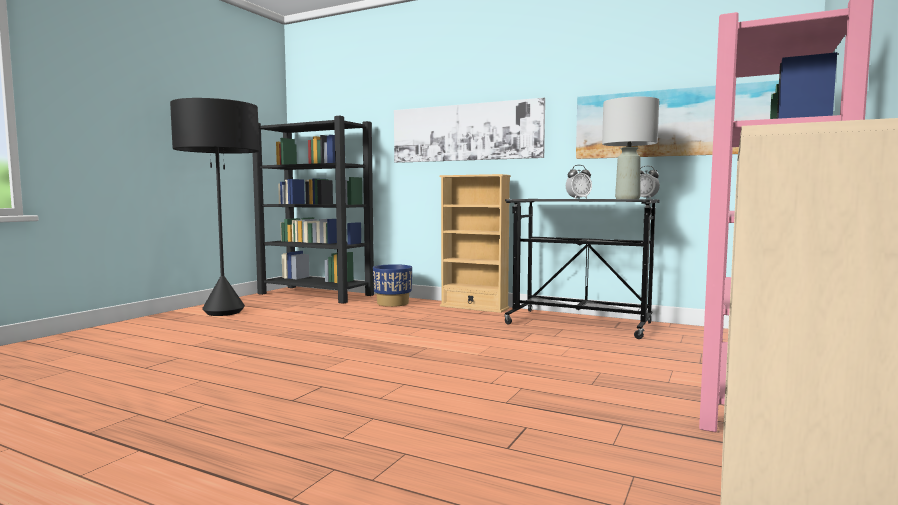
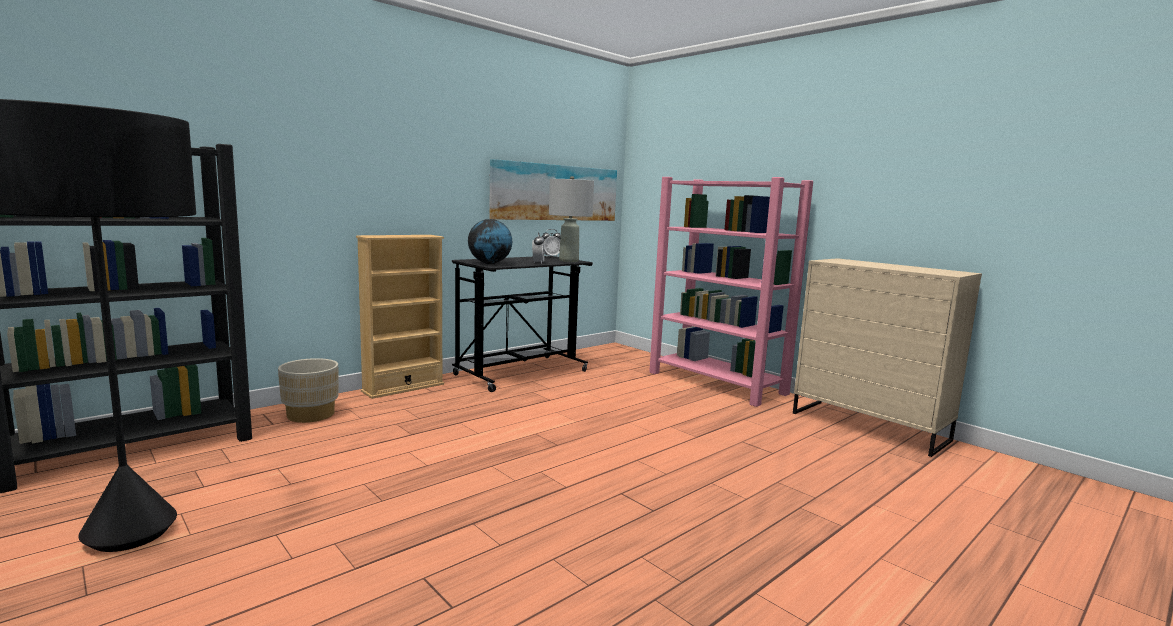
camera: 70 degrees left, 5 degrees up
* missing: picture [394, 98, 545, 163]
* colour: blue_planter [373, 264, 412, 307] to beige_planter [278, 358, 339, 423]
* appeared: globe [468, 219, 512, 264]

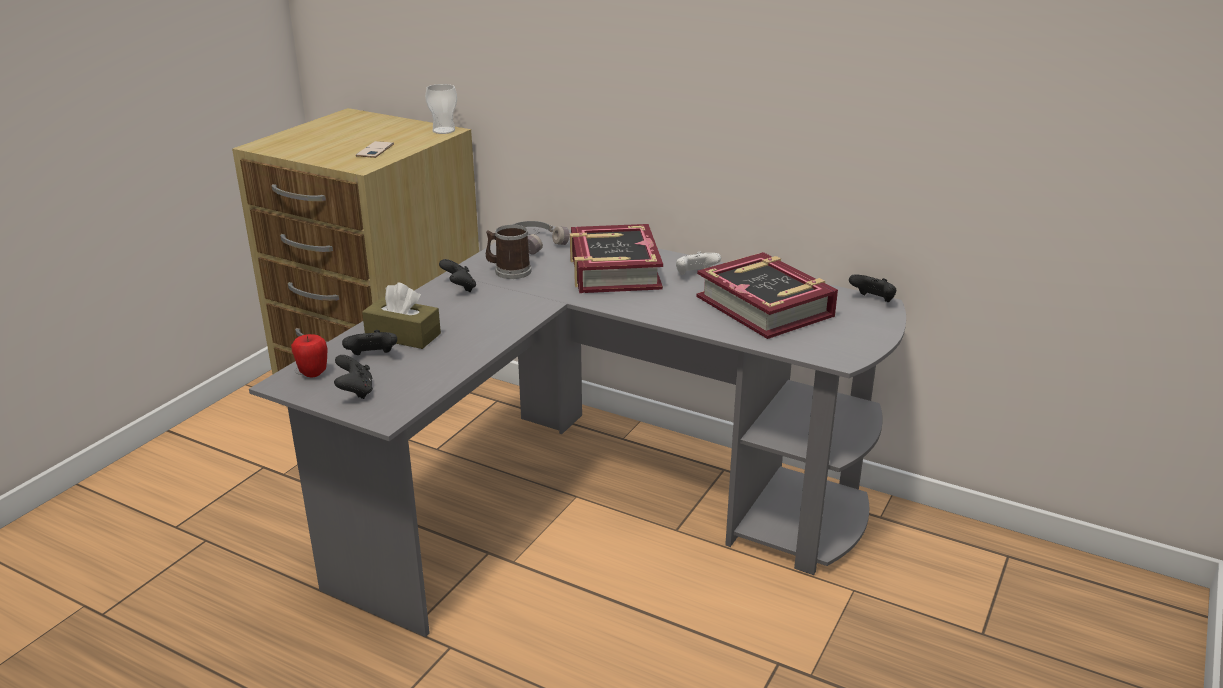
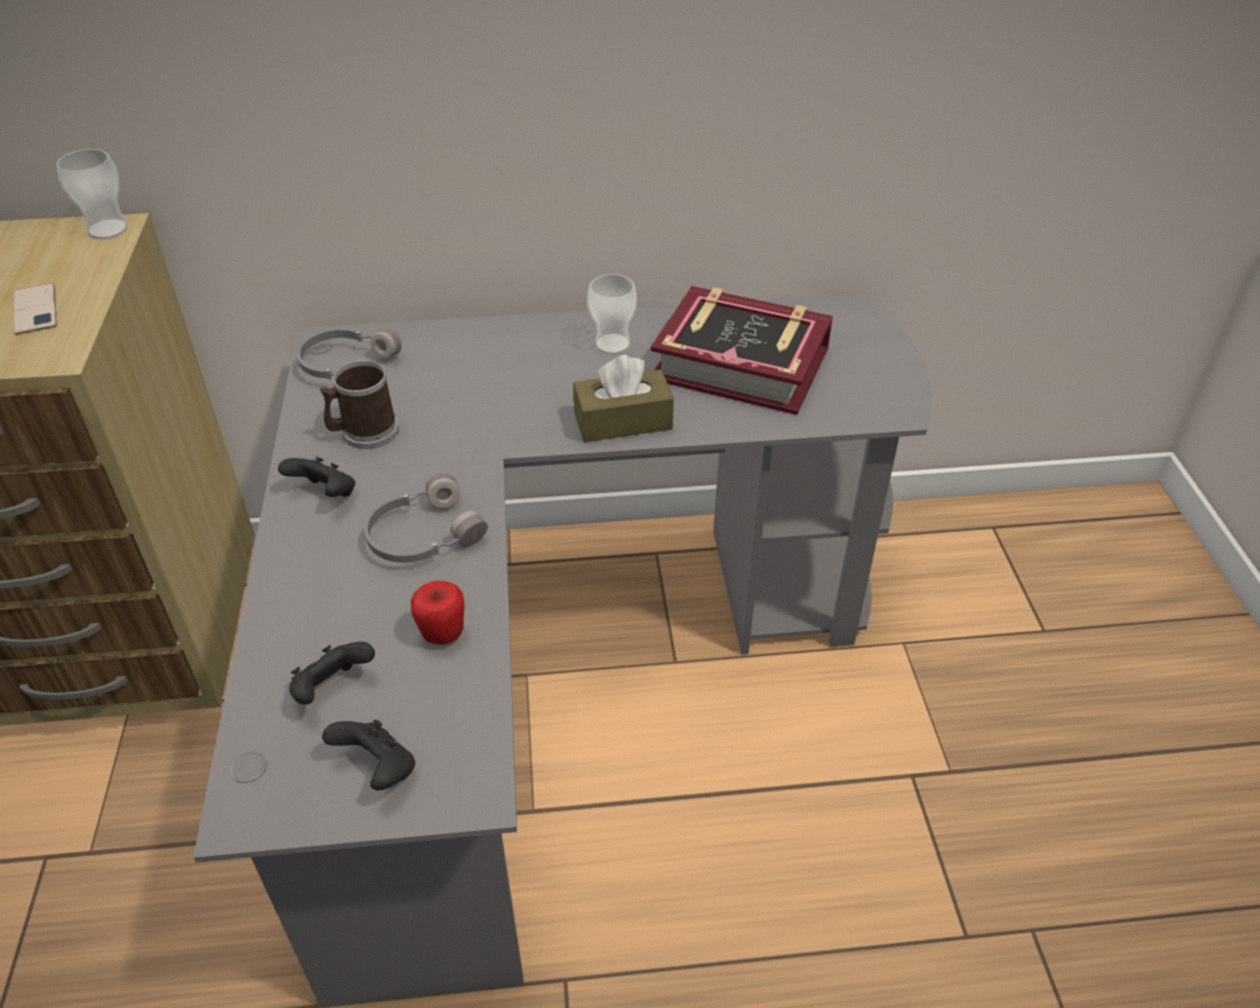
camera: 35 degrees left, 15 degrees up
* missing: book [570, 224, 663, 293]
* exchanged: white_game_controller [676, 252, 721, 275] to cup [587, 274, 637, 355]
* missing: black_game_controller [849, 274, 896, 302]
* relocated: brown_tissue_box [362, 282, 441, 349] to [573, 355, 674, 442]
* relocated: apple [291, 334, 327, 378] to [411, 581, 465, 645]
* appeared: grey_headphones [365, 473, 488, 563]

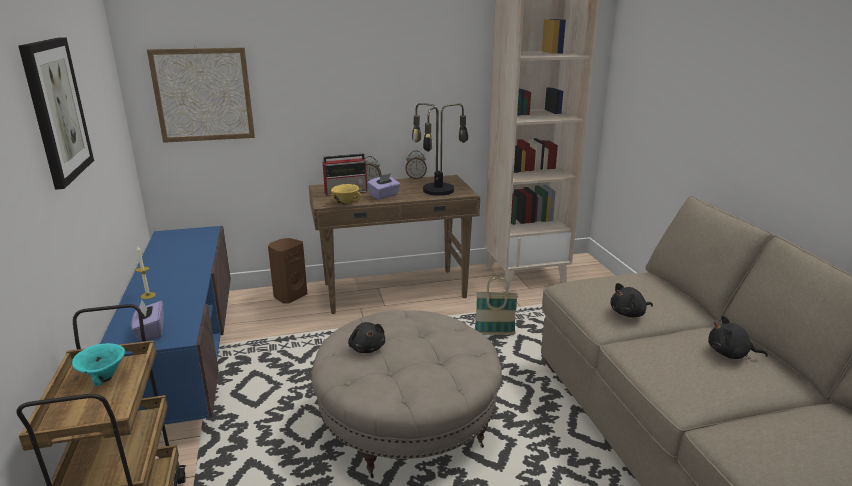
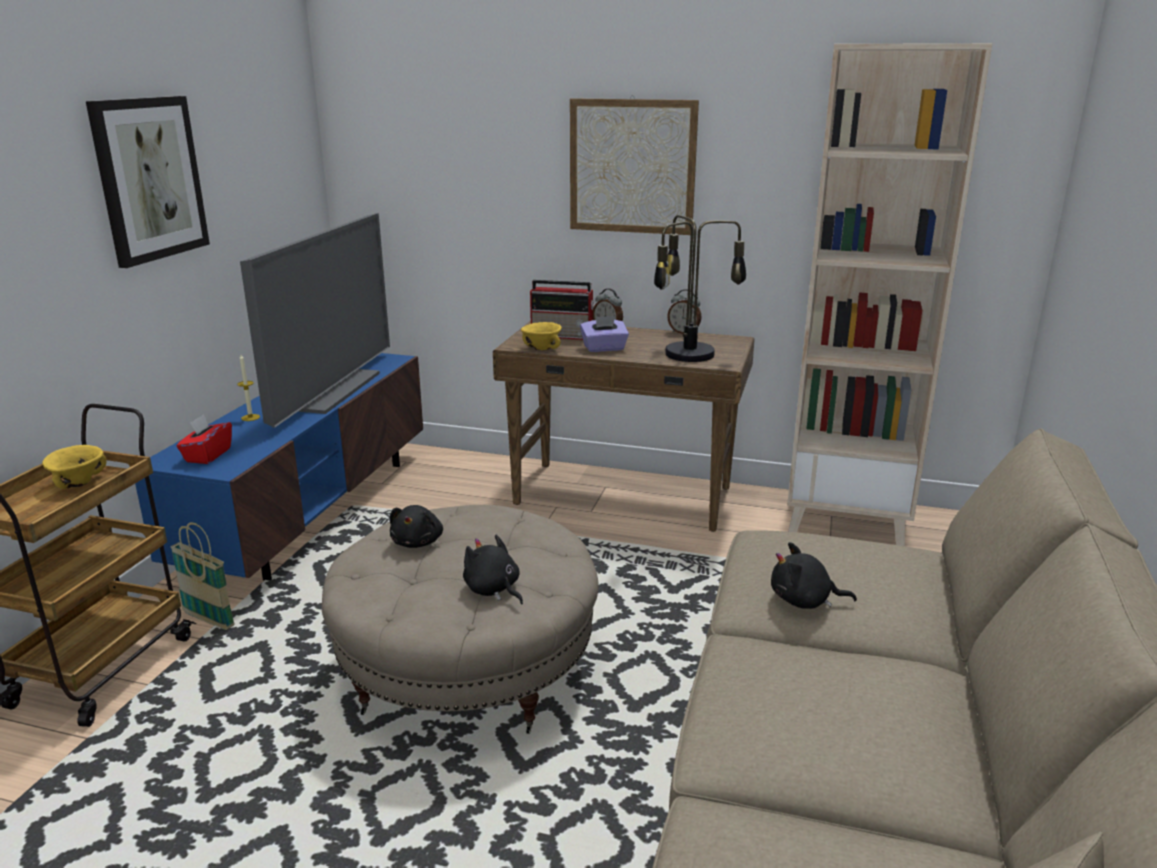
camera: 30 degrees right, 0 degrees up
* relocated: picture [147, 46, 255, 143] to [570, 96, 699, 235]
* missing: brown_speaker [268, 238, 307, 304]
* relocated: basket [475, 276, 518, 335] to [170, 522, 235, 630]
* colour: purple_tissue_box [131, 300, 164, 341] to red_tissue_box [176, 414, 232, 464]
* relocated: black_plush_toy [708, 315, 768, 359] to [463, 535, 523, 605]
* colour: turquoise_bowl [72, 343, 125, 386] to yellow_bowl [42, 445, 107, 489]
* appeared: television [240, 213, 390, 428]

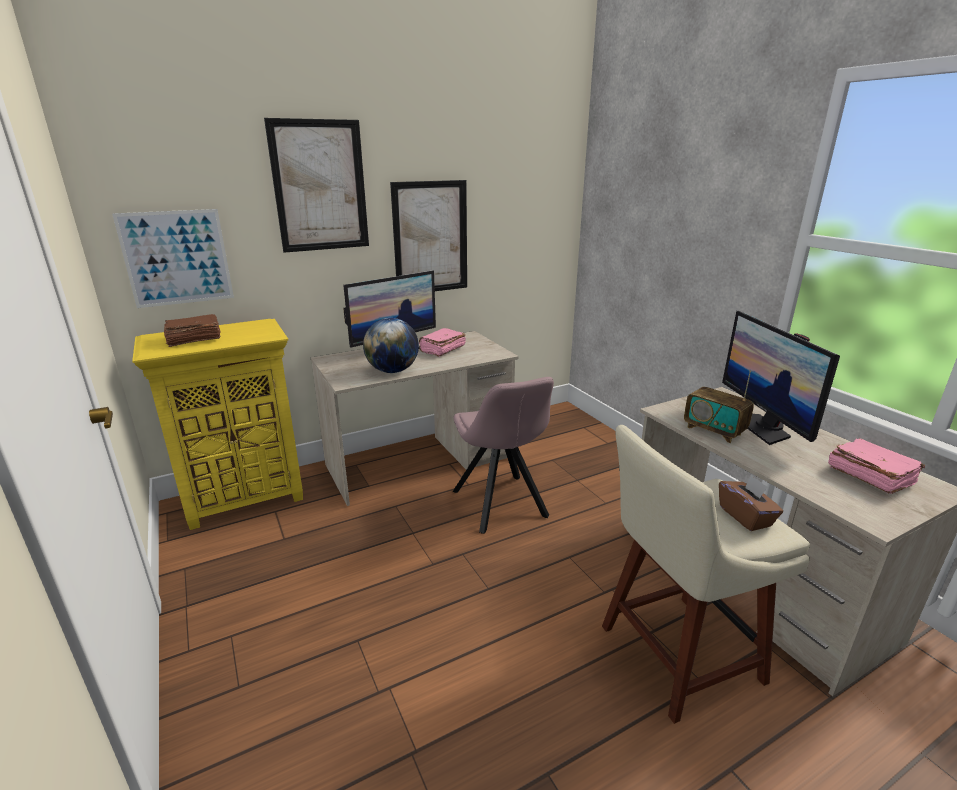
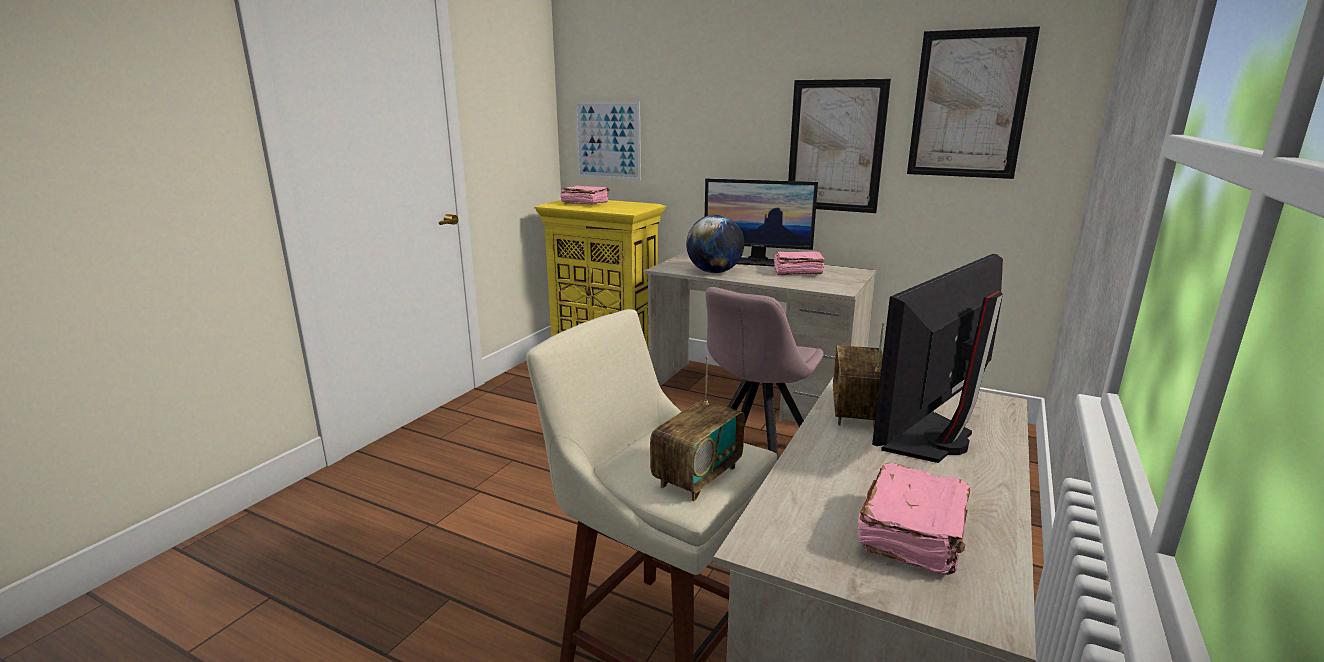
camera: 55 degrees right, 5 degrees down
* relocated: picture [264, 118, 369, 253] to [907, 26, 1040, 179]
* colour: brown_book [164, 314, 220, 347] to pink_book [560, 185, 610, 205]
* exchanged: brown_tissue_box [719, 474, 783, 531] to radio [650, 356, 745, 501]

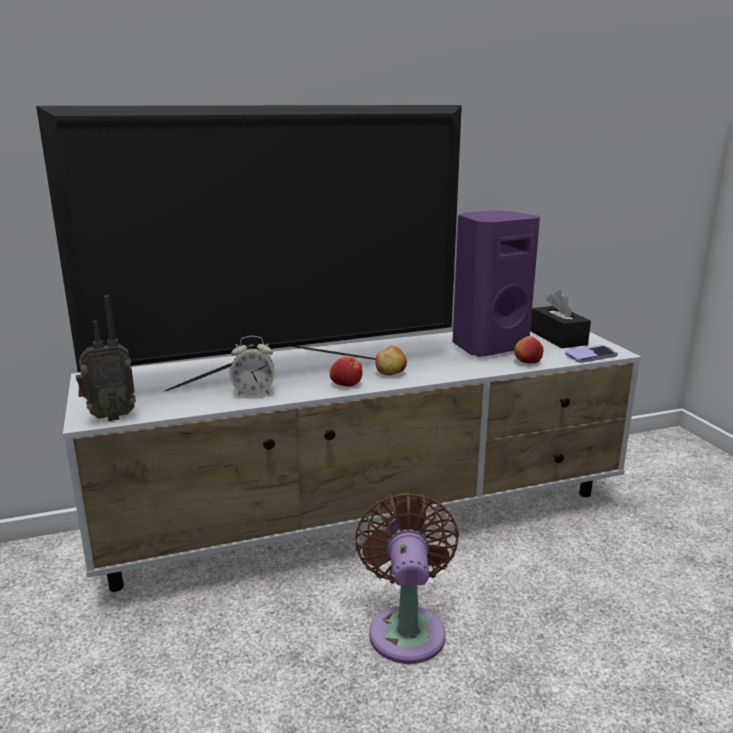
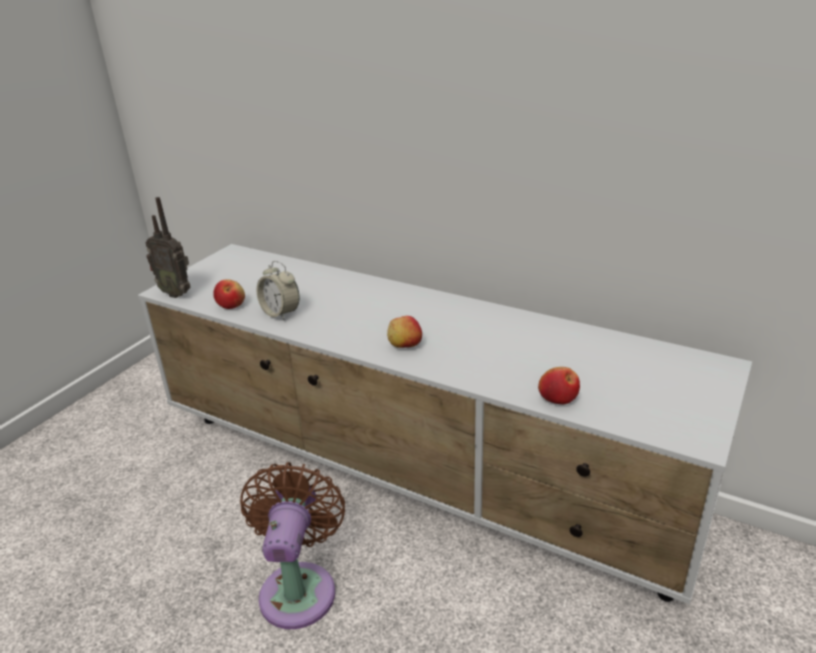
camera: 50 degrees right, 10 degrees up
* missing: television [36, 105, 462, 392]
* missing: purple_speaker [452, 210, 540, 357]
* missing: black_tissue_box [530, 290, 591, 348]
* missing: phone [565, 345, 618, 363]
* relocated: apple [330, 356, 362, 387] to [213, 279, 245, 309]
* spun: brown_fan [355, 492, 459, 664] = [240, 462, 345, 629] 45 degrees counterclockwise

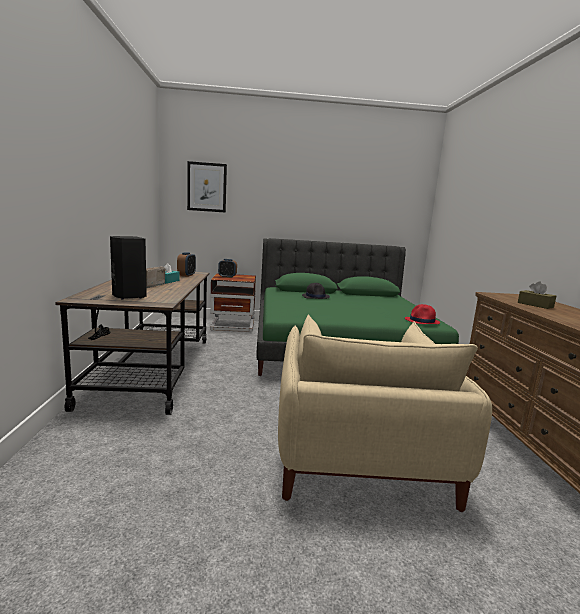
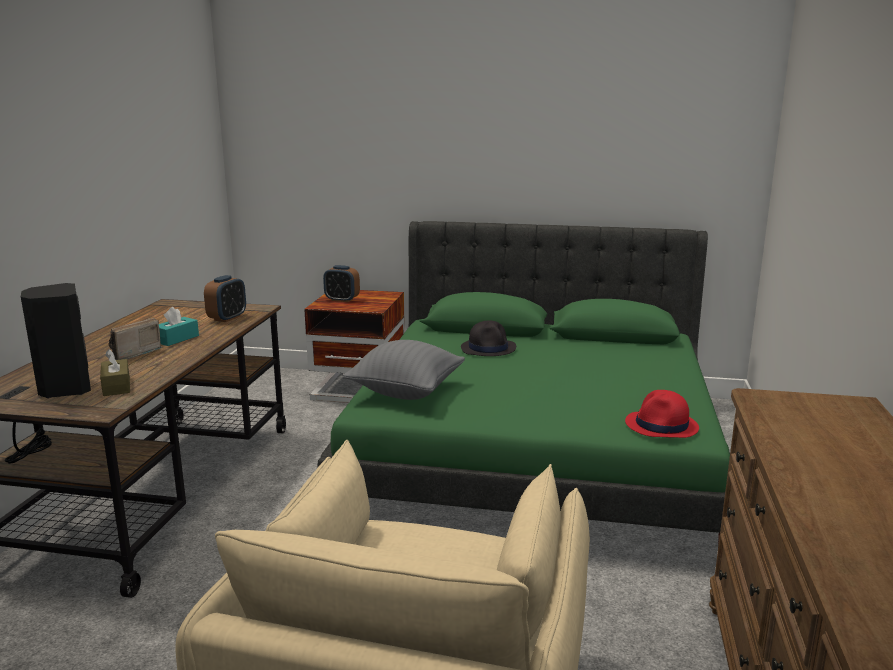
camera: 15 degrees right, 5 degrees up
* missing: picture [187, 161, 227, 213]
* relocated: brown_tissue_box [518, 281, 556, 309] to [100, 349, 130, 396]
* appeared: grey_pillow [343, 340, 465, 400]

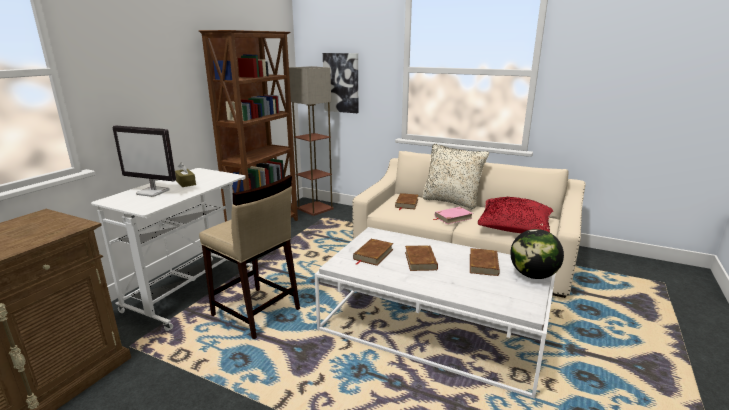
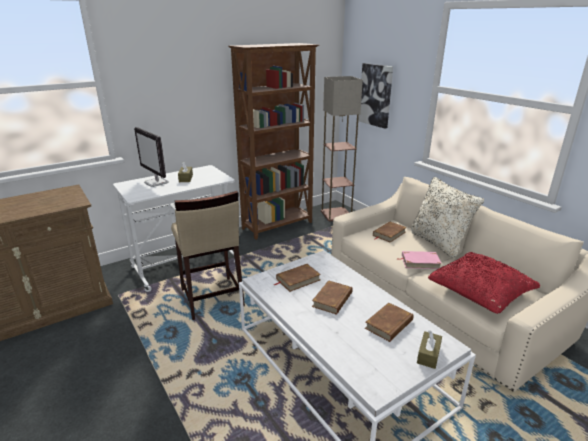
camera: 30 degrees right, 5 degrees up
* exchanged: globe [510, 229, 564, 279] to brown_tissue_box [417, 331, 442, 369]

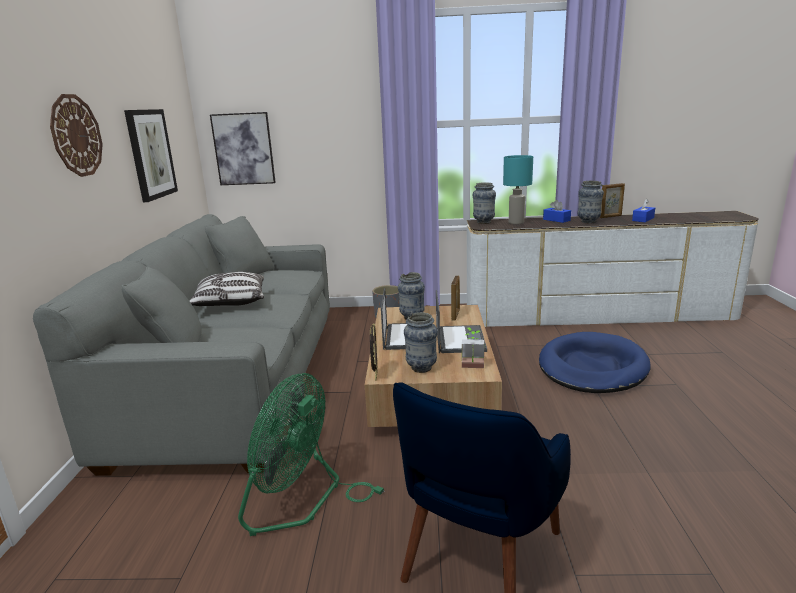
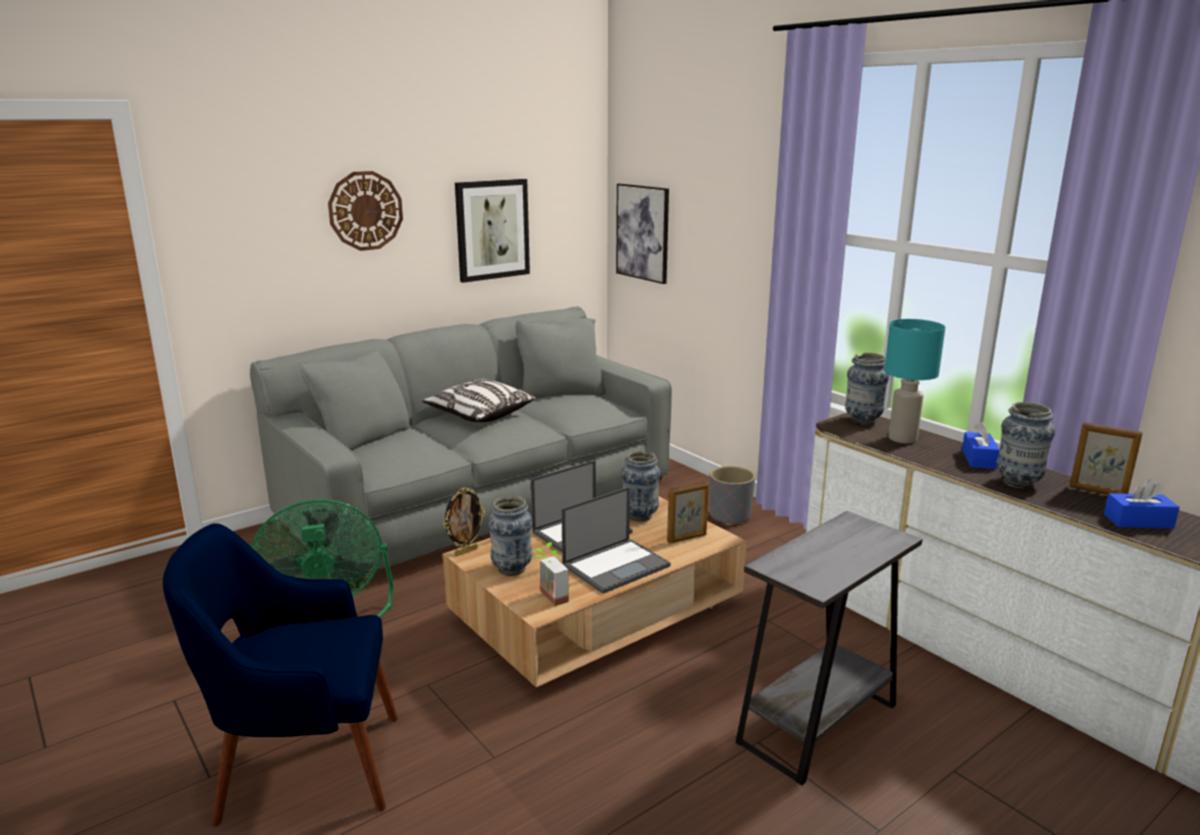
camera: 50 degrees right, 0 degrees up
* exchanged: blue_dog_bed [539, 332, 651, 393] to grey_side_table [736, 511, 923, 786]

